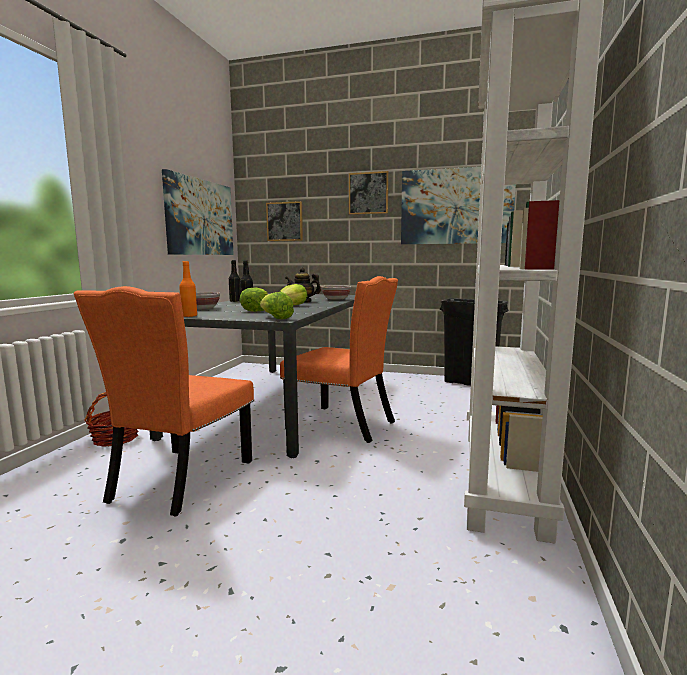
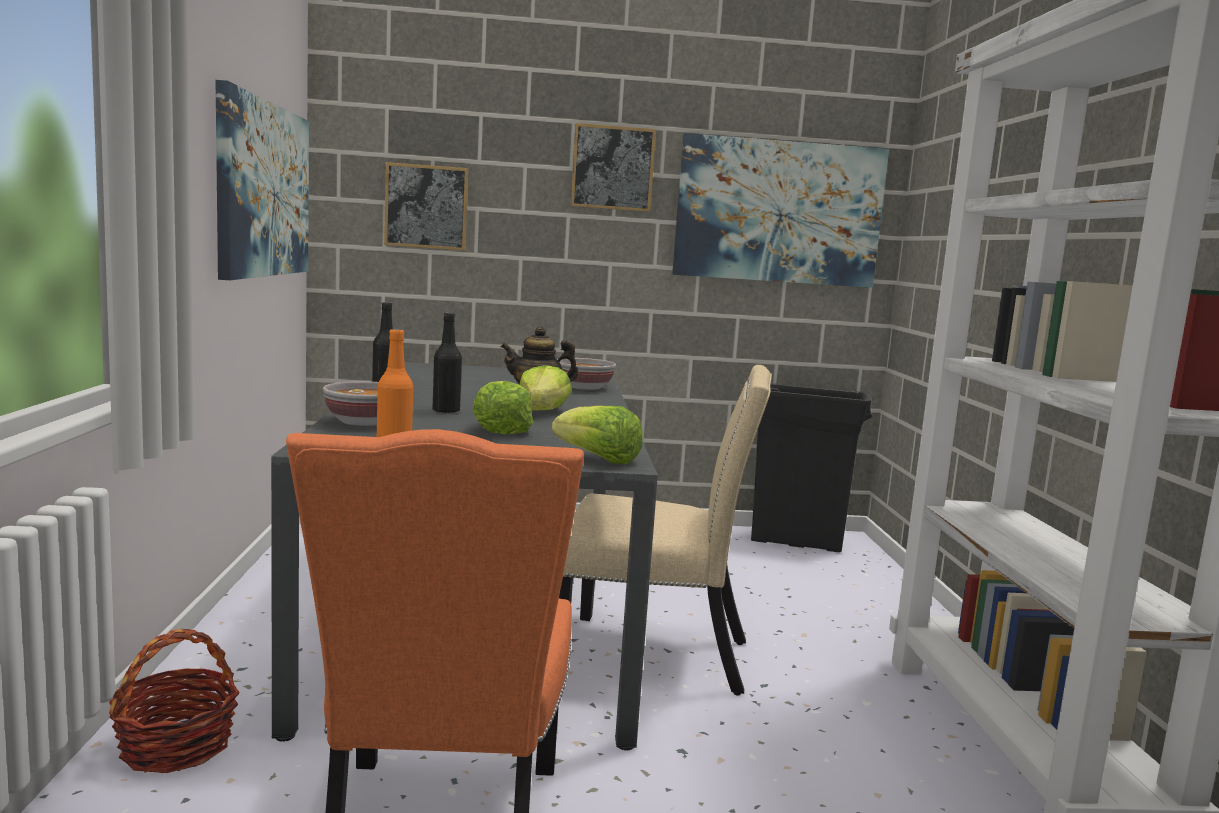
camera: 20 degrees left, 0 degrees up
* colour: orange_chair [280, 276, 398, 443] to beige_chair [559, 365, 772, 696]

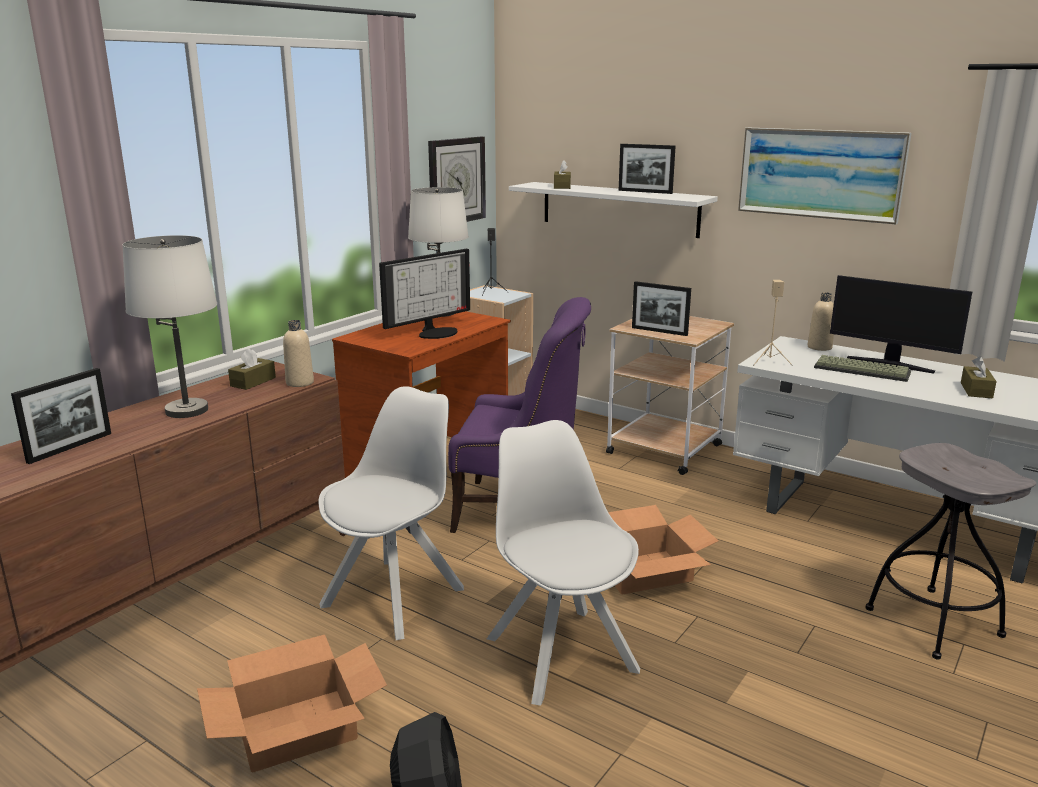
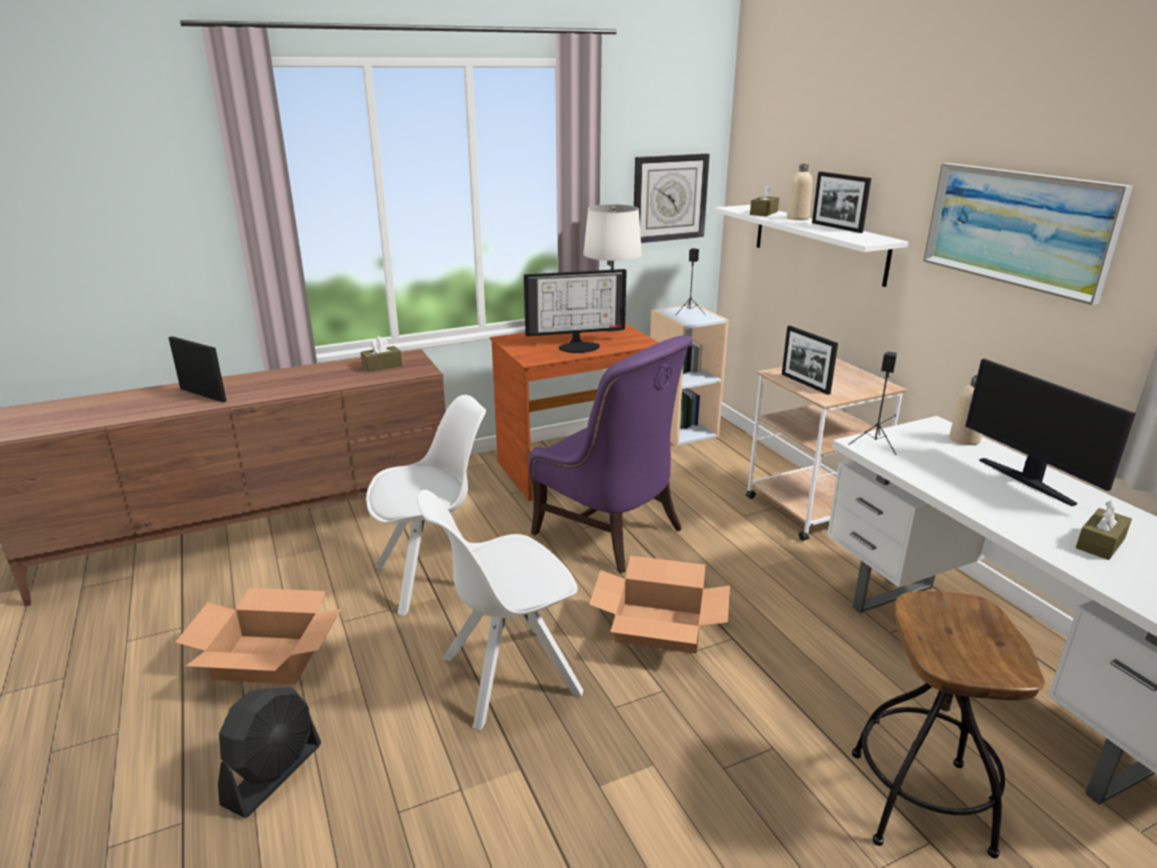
camera: 30 degrees right, 5 degrees up
* missing: white_table_lamp [122, 235, 217, 418]
* colour: beige_speaker [753, 280, 793, 366] to black_speaker [848, 351, 897, 455]
* relocated: beige_bottle [283, 320, 314, 387] to [787, 164, 813, 220]
* missing: keyboard [814, 355, 911, 382]
* spun: picture_frame [11, 368, 111, 464] = [168, 336, 226, 402] 120 degrees counterclockwise
* spun: white_chair [487, 420, 640, 706] = [417, 490, 583, 730] 120 degrees counterclockwise
* colour: grey_stool [865, 443, 1037, 660] to brown_stool [852, 591, 1045, 858]

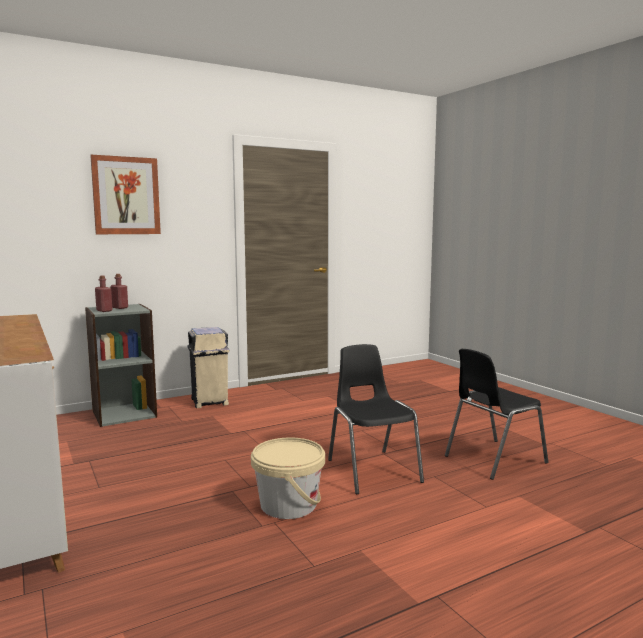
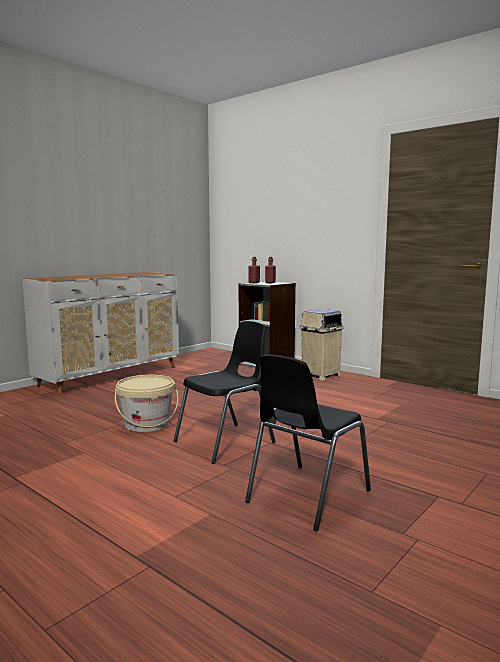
camera: 70 degrees right, 0 degrees up
* missing: picture [90, 155, 161, 234]
* spun: black_chair [445, 349, 548, 480] = [245, 355, 371, 531] 90 degrees counterclockwise

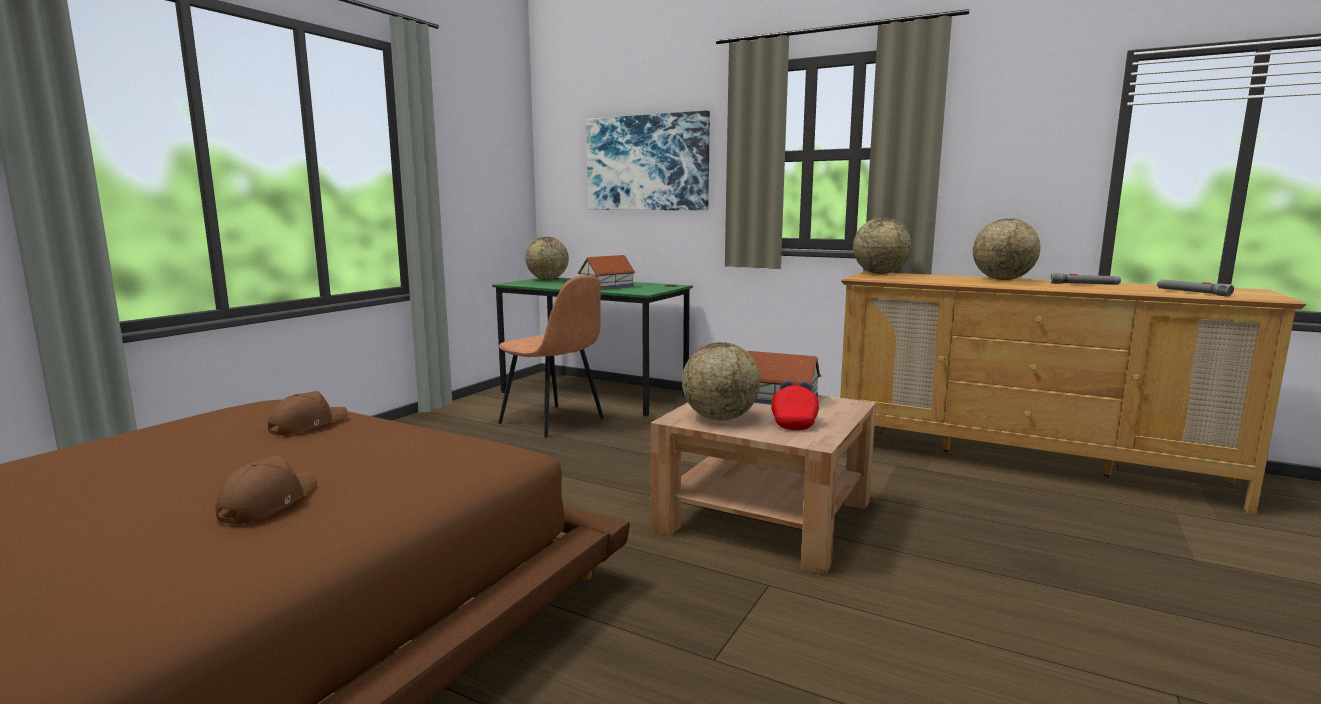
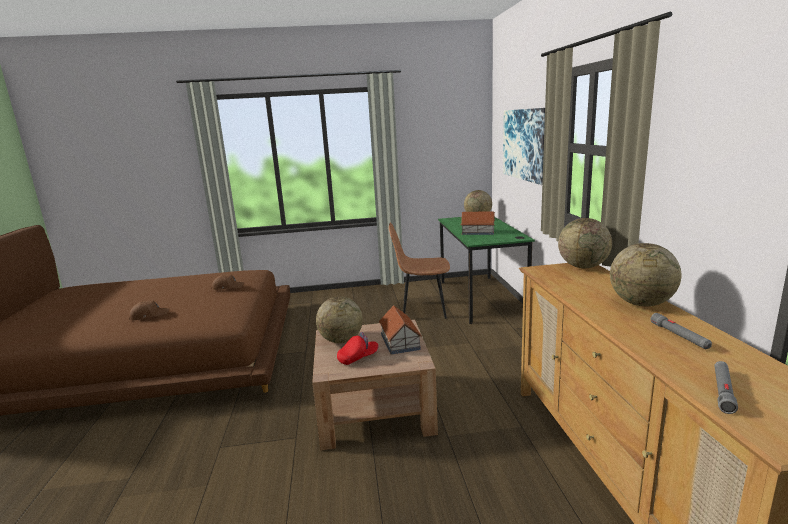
camera: 55 degrees right, 5 degrees up
* spun: brown_chair [498, 275, 604, 437] = [389, 223, 450, 319] 90 degrees clockwise

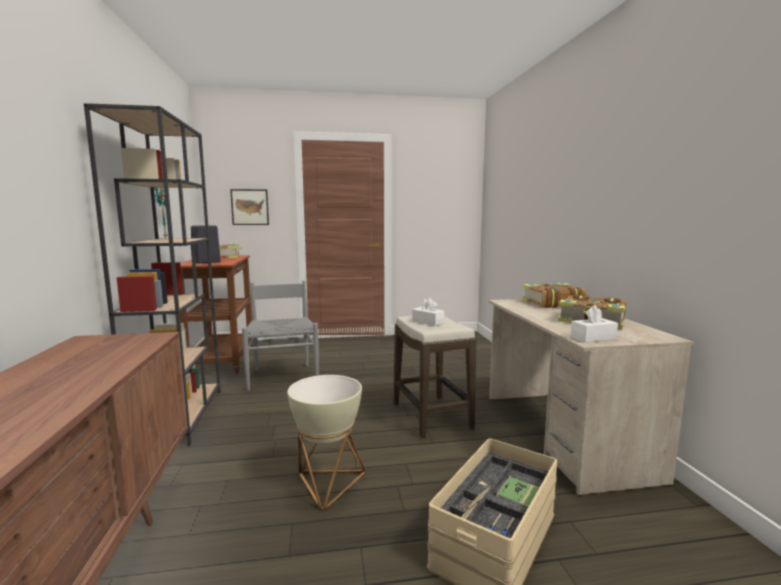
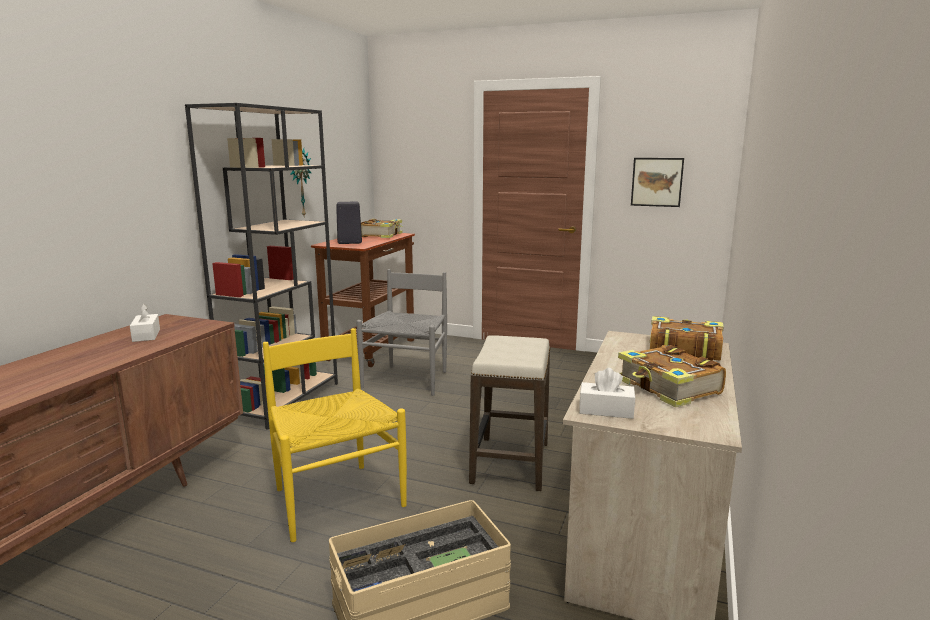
camera: 30 degrees right, 5 degrees up
* relocated: picture [230, 189, 269, 225] to [631, 158, 684, 207]
* relocated: white_tissue_box [412, 298, 444, 326] to [130, 304, 160, 342]
* exchanged: planter [287, 375, 365, 510] to yellow_chair [263, 328, 407, 542]

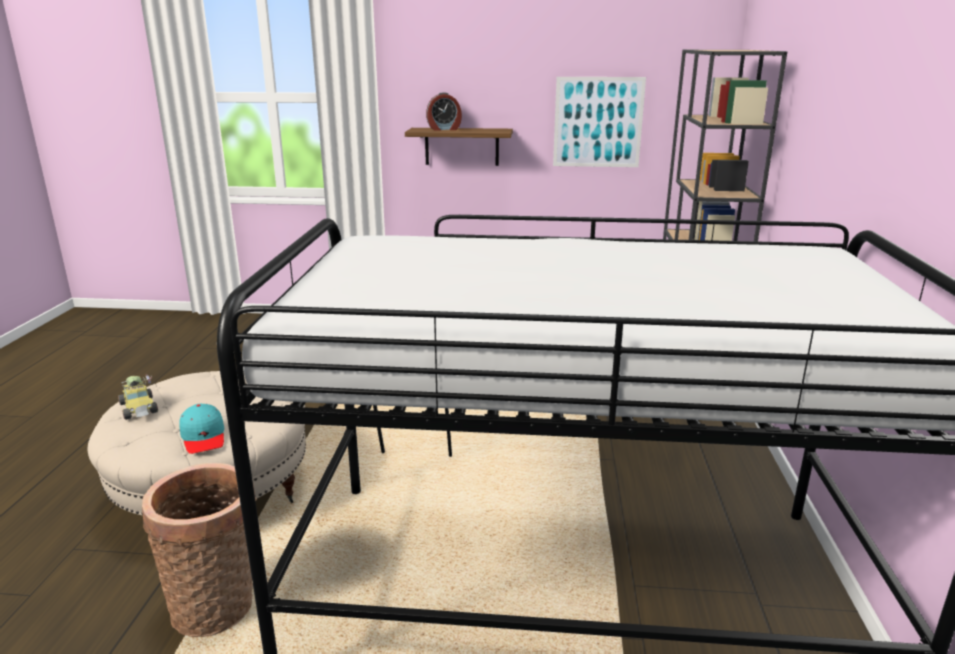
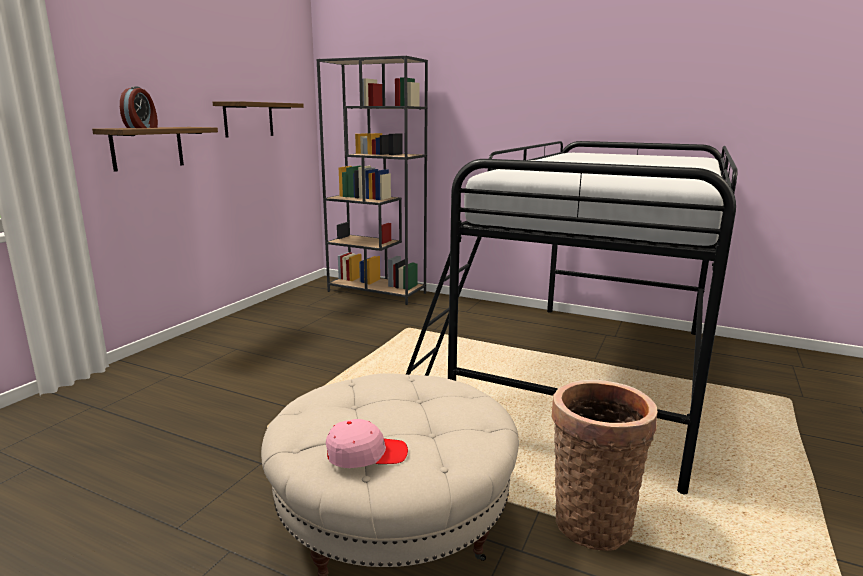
camera: 70 degrees left, 5 degrees down
* exchanged: picture [553, 77, 646, 167] to shelf [213, 101, 304, 138]
* exchanged: toy_car [118, 374, 158, 420] to pink_cap [326, 419, 408, 468]
* missing: turquoise_cap [179, 404, 224, 454]

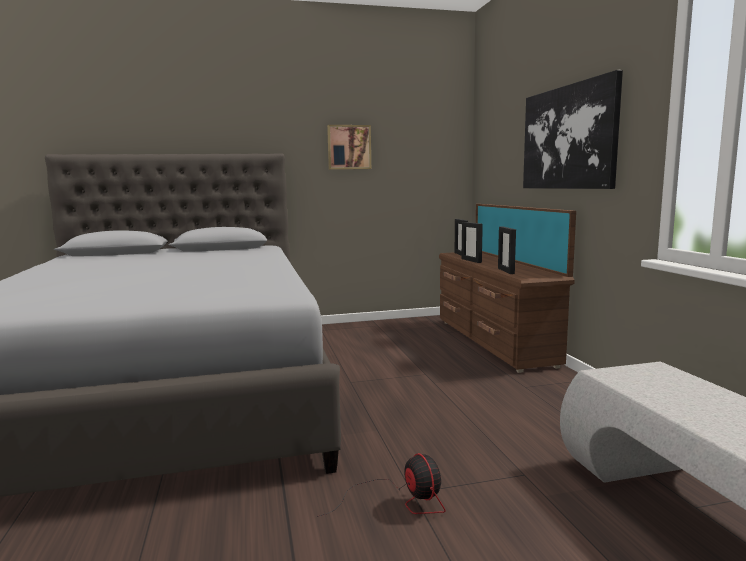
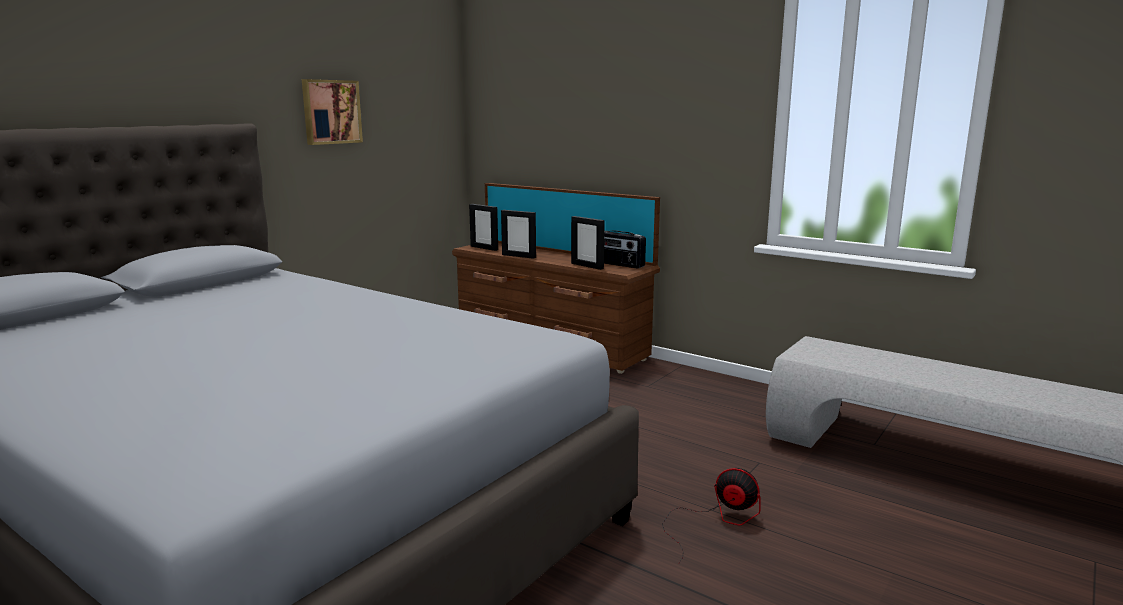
camera: 40 degrees left, 5 degrees up
* missing: picture [523, 70, 623, 189]
* appeared: radio [604, 230, 646, 269]

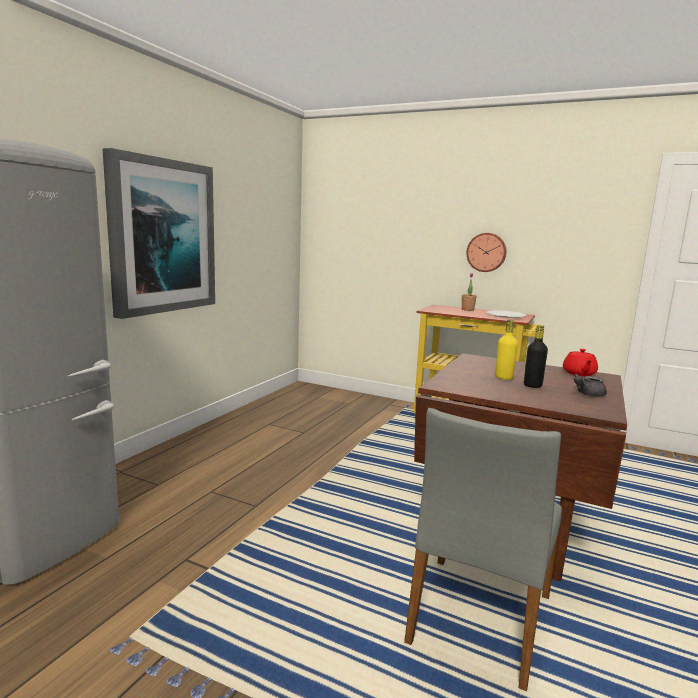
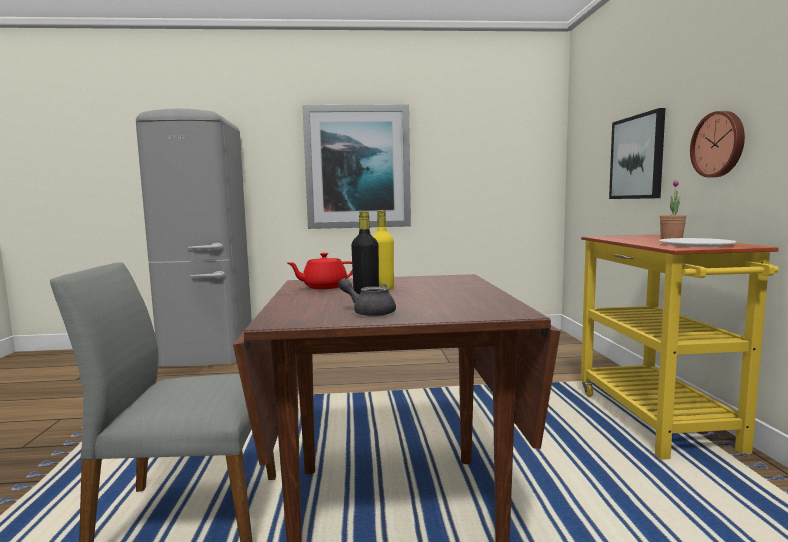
camera: 60 degrees right, 5 degrees down
* relocated: red_teapot [563, 349, 598, 376] to [287, 253, 353, 289]
* appeared: picture [609, 108, 666, 199]

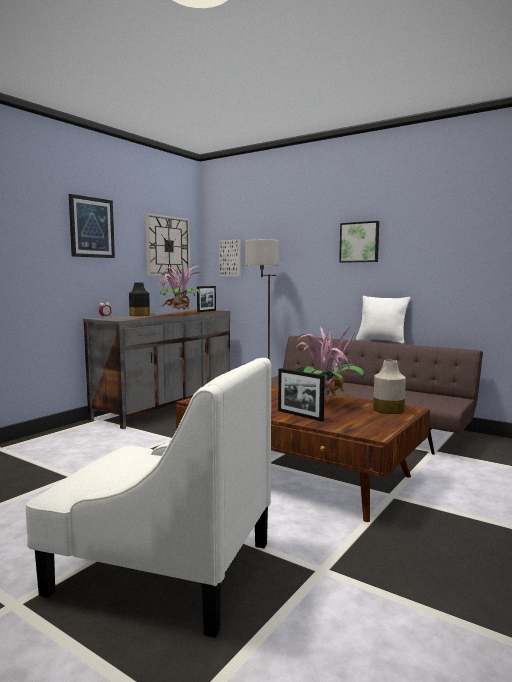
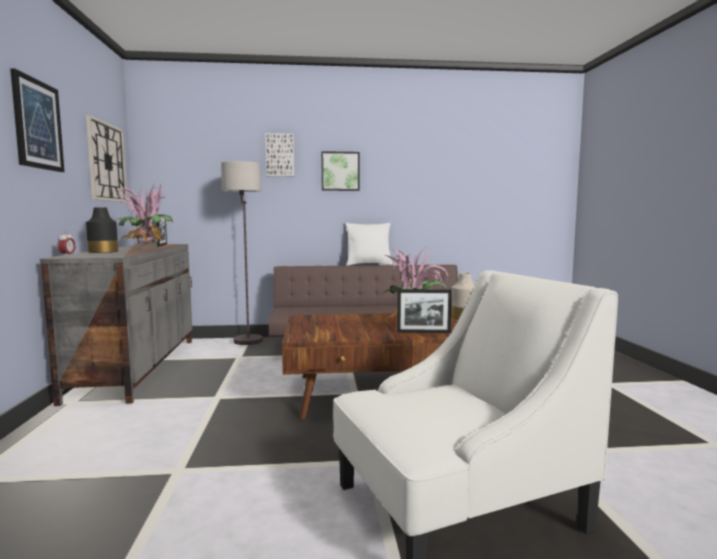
camera: 40 degrees left, 0 degrees up
* relocated: picture [219, 240, 241, 276] to [265, 133, 294, 177]

